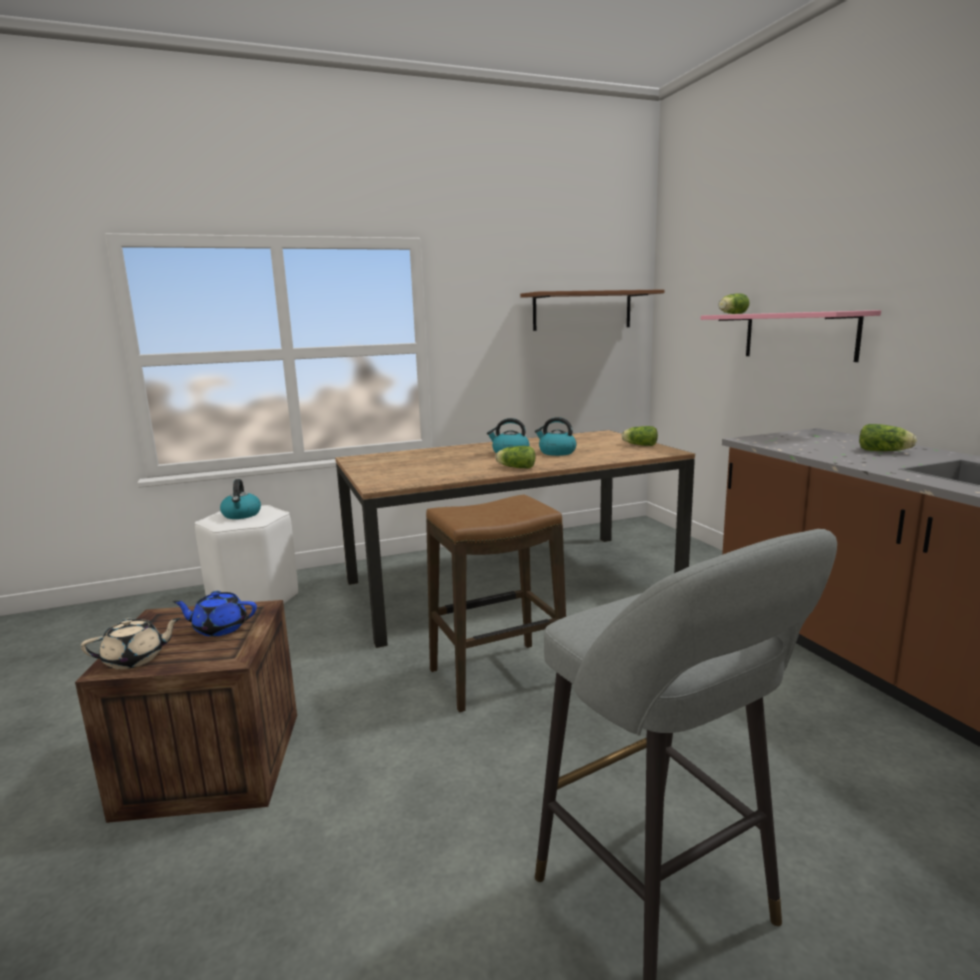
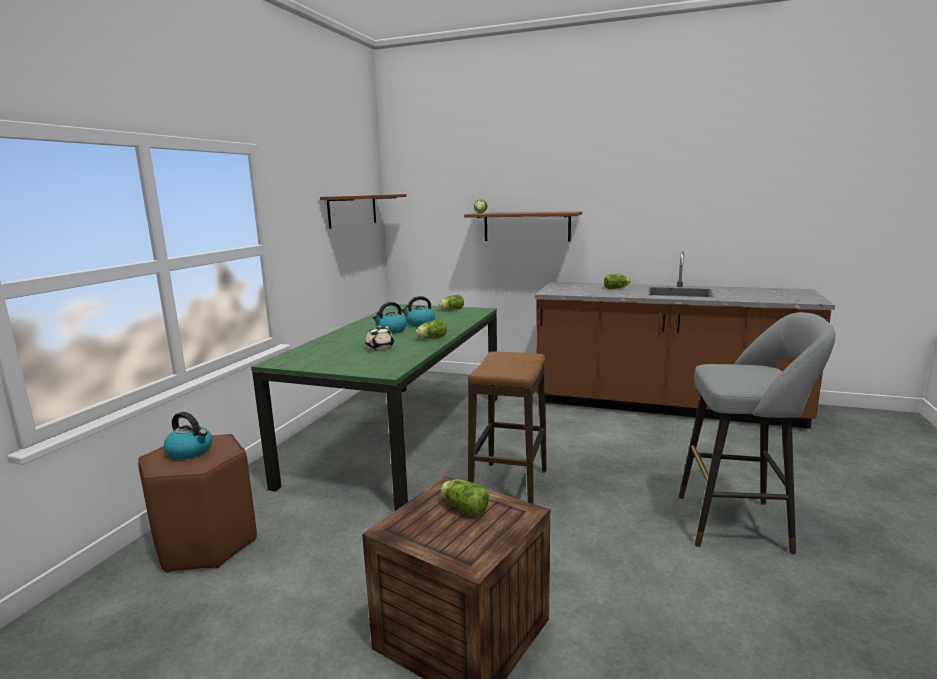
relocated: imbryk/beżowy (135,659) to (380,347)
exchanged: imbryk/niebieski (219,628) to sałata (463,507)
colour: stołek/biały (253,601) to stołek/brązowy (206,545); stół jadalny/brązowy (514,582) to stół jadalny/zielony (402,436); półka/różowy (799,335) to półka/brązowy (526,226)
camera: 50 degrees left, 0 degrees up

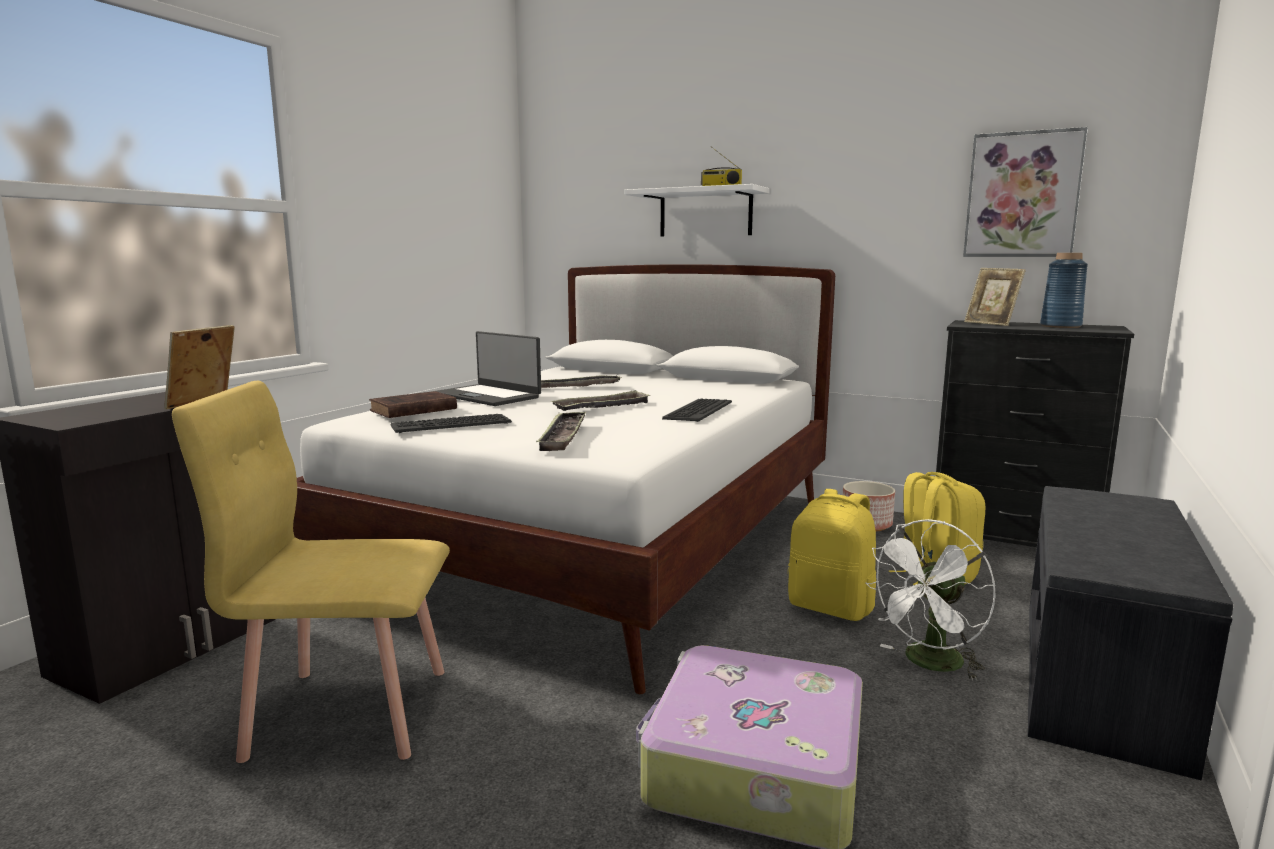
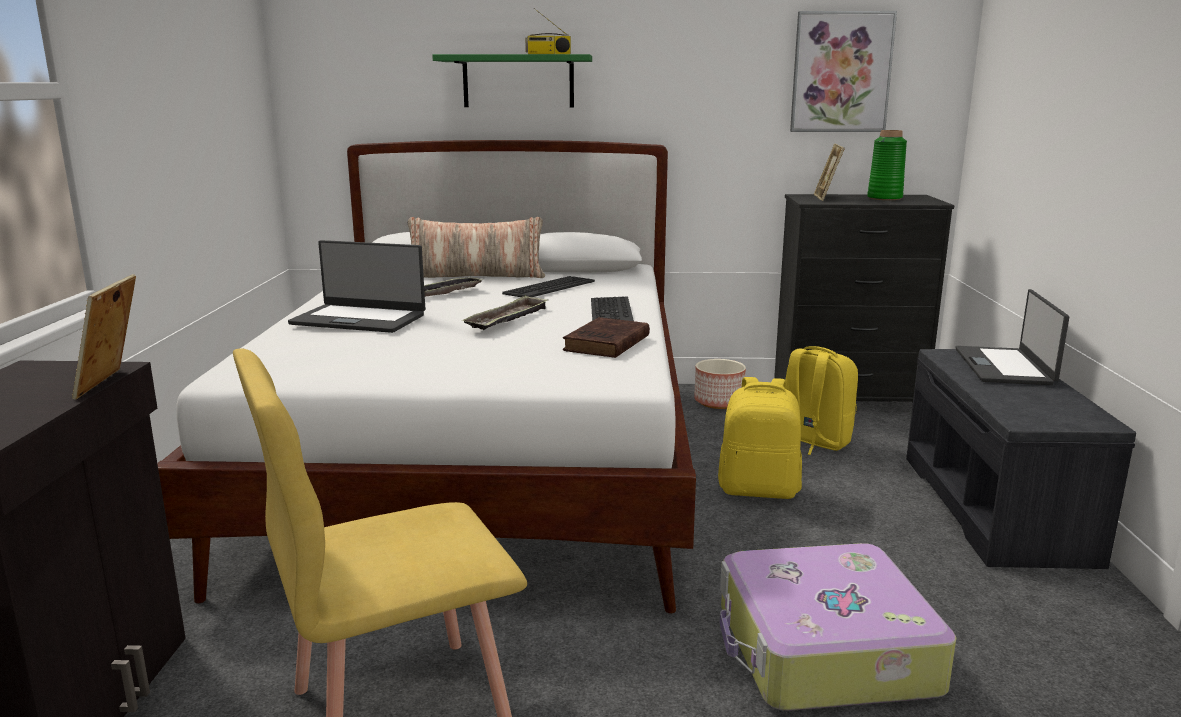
missing: taca (563,436); wentylator/biały (928,664)
appeared: poduszka (476,276); laptop (1005,366)
relocated: książka/brązowy (411,410) to (606,344); klawiatura (451,424) to (549,288)
colour: półka/biały (705,213) to półka/zielony (518,81); wazon/niebieski (1061,326) to wazon/zielony (885,198)
spun: ramka na zdjęcie (991,323) = (826,198) 60 degrees clockwise
camera: 25 degrees left, 5 degrees up

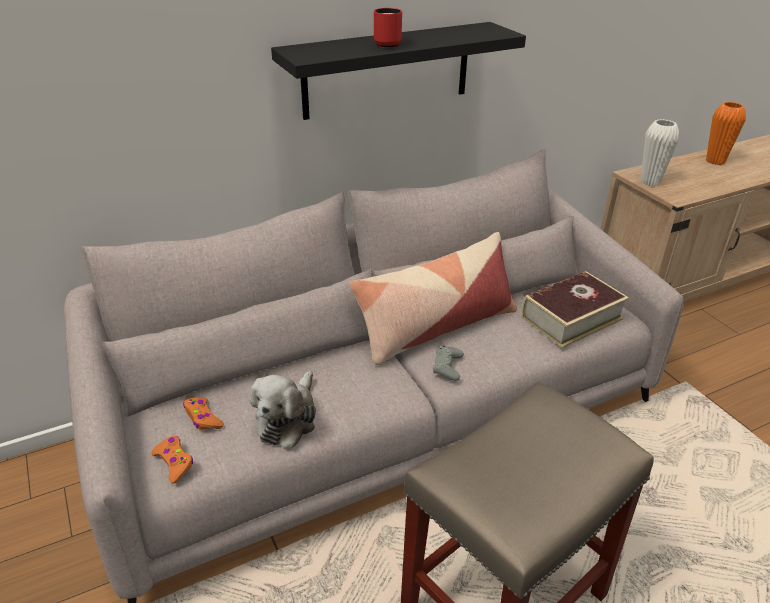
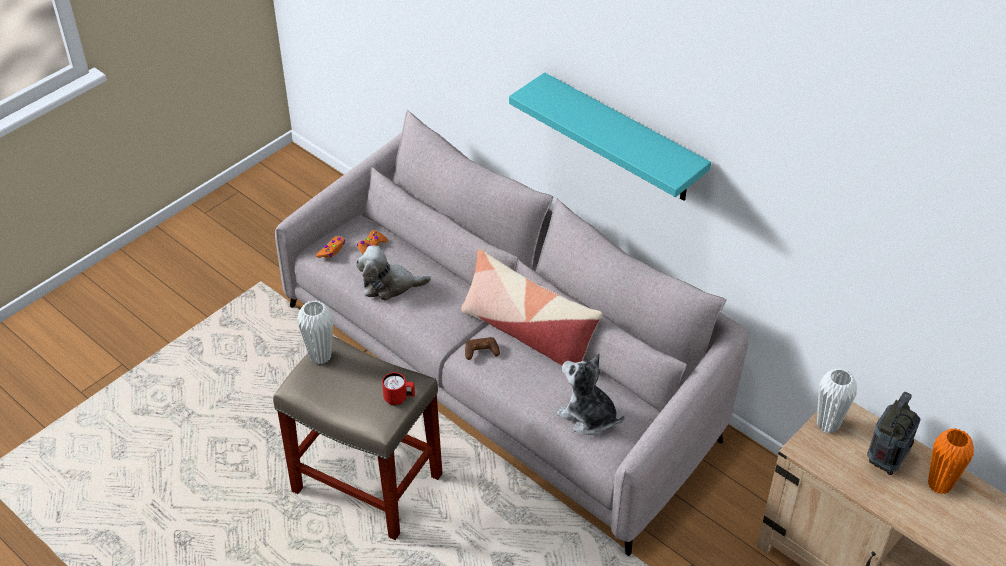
appeared: wazon/biały (320,356); radio (885,462)
relocated: kubek/czerwony (389,44) to (399,399)
exchanged: książka (571,318) to pluszak (588,417)
colour: półka/czarny (387,70) to półka/turkusowy (622,139); pad do gier/szary (447,367) to pad do gier/brązowy (481,351)
camera: 70 degrees right, 10 degrees up

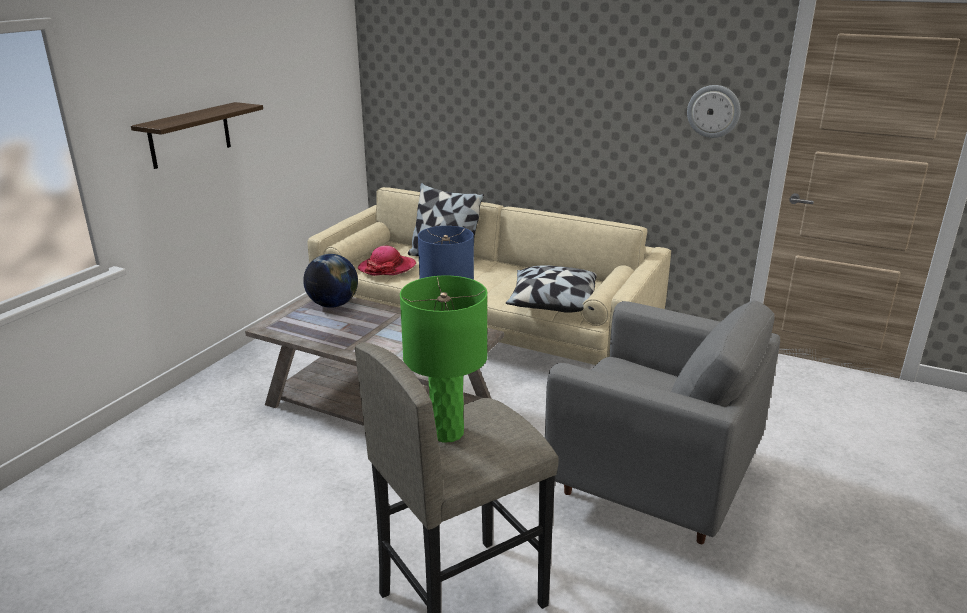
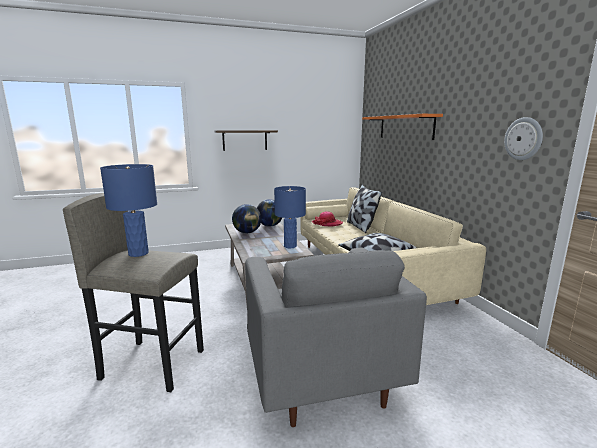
appeared: globus (247,232); półka/pomarańczowy (405,127)
colour: lampa stołowa/zielony (446,432) to lampa stołowa/niebieski (138,253)
camera: 45 degrees right, 10 degrees down

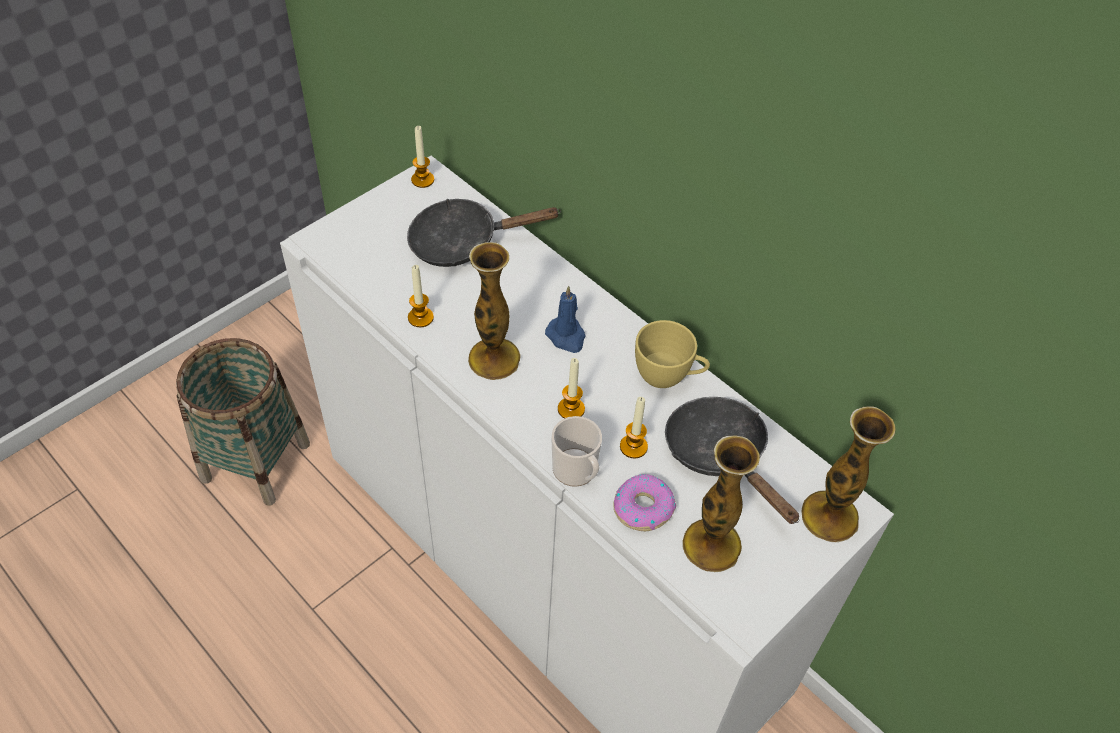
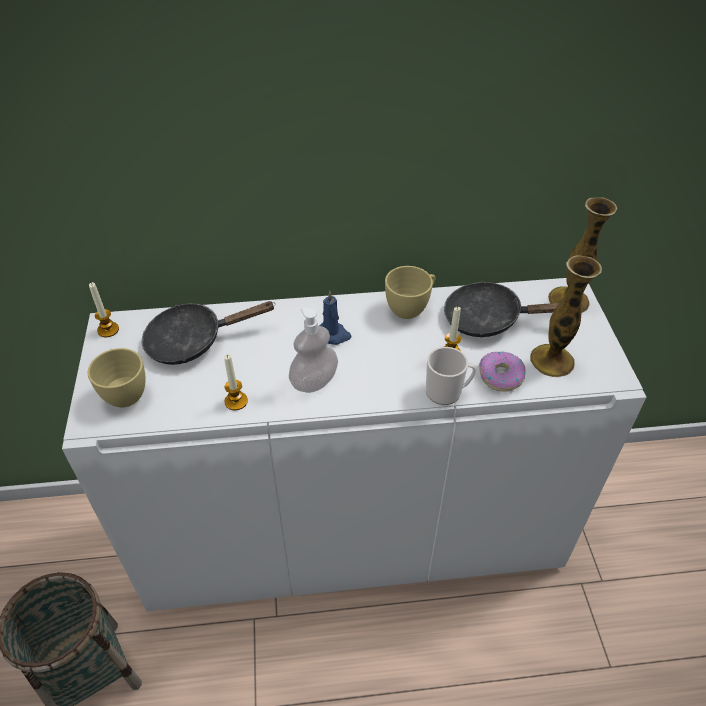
missing: świeca (571,409)
appeared: filiżanka/żółty (124,391)
exchanged: wazon (494,358) to dozownik mydła (314,381)
spun: patelnia/czarny (463,242) = (193,341) 45 degrees clockwise
camera: 50 degrees left, 5 degrees down

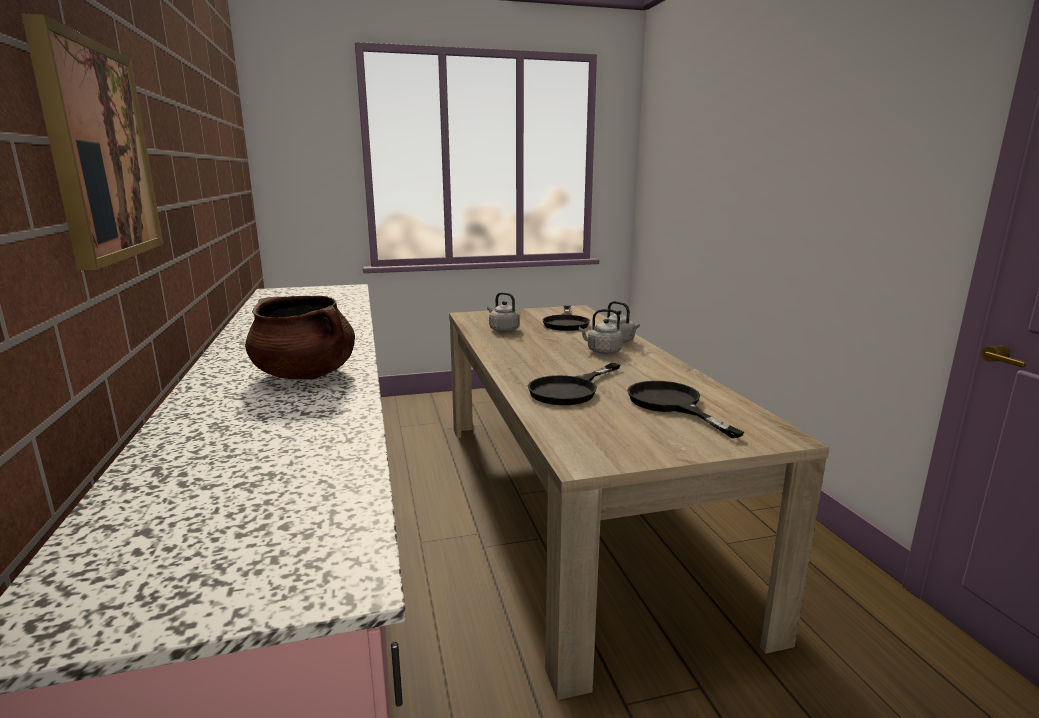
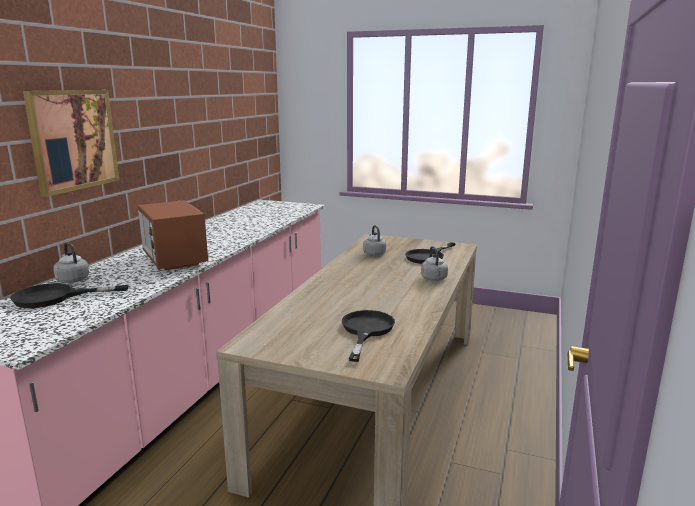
relocated: patelnia/czarny (570,390) to (55,297); czajnik/szary (602,351) to (72,279)
exchanged: garnek/brązowy (306,375) to mikrofalówka (174,260)
camera: 35 degrees right, 0 degrees up

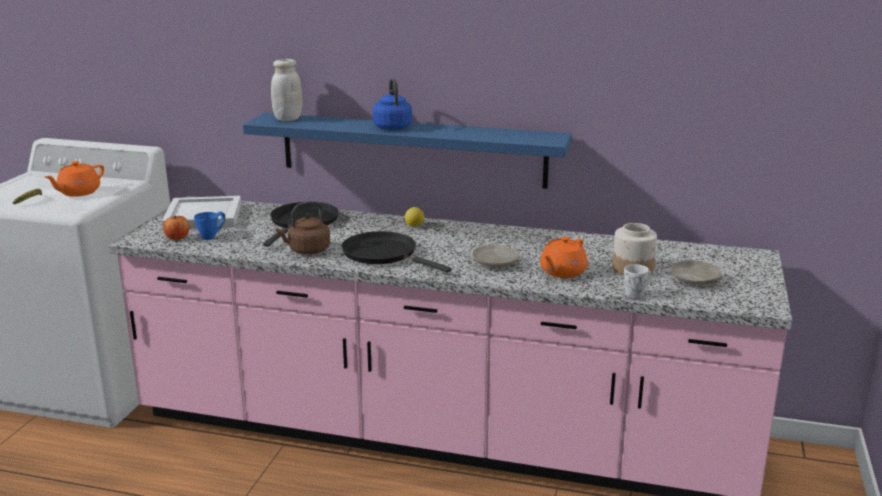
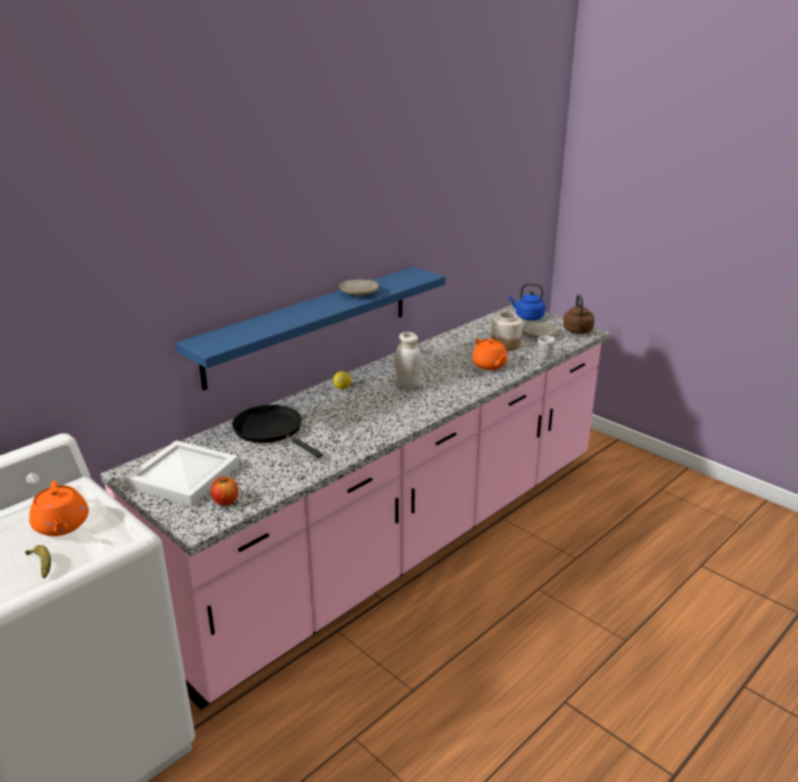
missing: kubek/niebieski (212,236); patelnia/czarny (384,254)
relocated: słoik/biały (288,119) to (408,384); czajnik/brązowy (307,251) to (578,331); czajnik/niebieski (392,127) to (527,317); talerz/beżowy (496,263) to (359,293)
camera: 60 degrees left, 5 degrees up

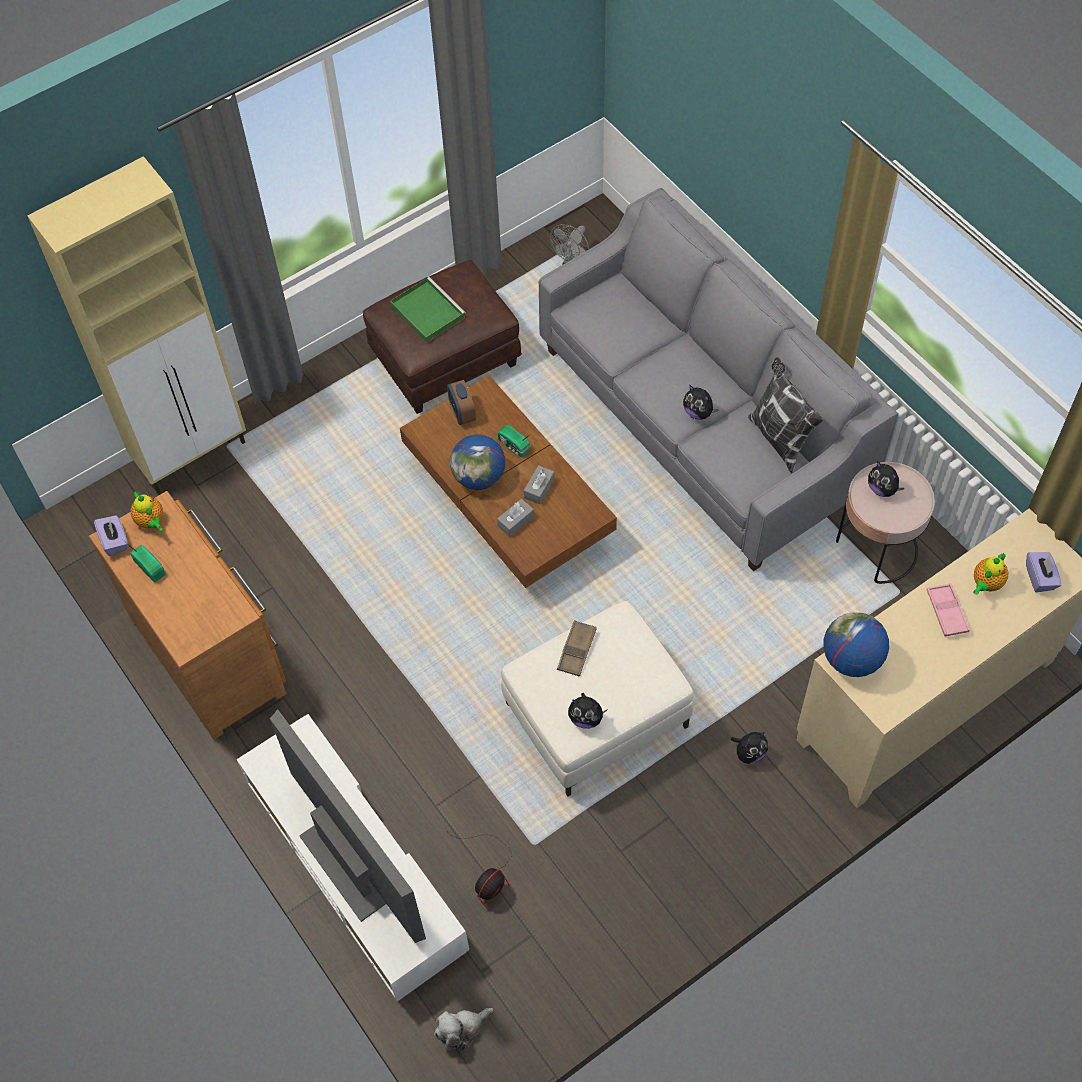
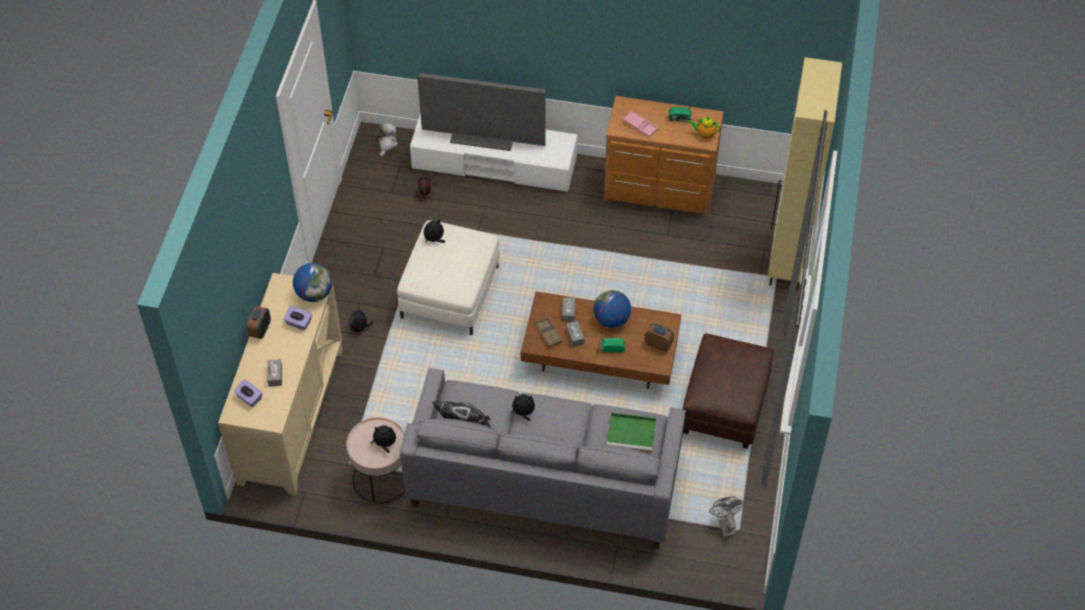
appeared: budzik (261,330)
relocated: pudełko chusteczek/fioletowy (115,541) to (298,323); taca/zielony (426,311) to (632,433); taca/brązowy (576,650) to (548,333); taca/różowy (946,612) to (640,126)
exchanged: imbryk (986,584) to pudełko chusteczek/szary (275,375)
camera: 135 degrees right, 5 degrees down

